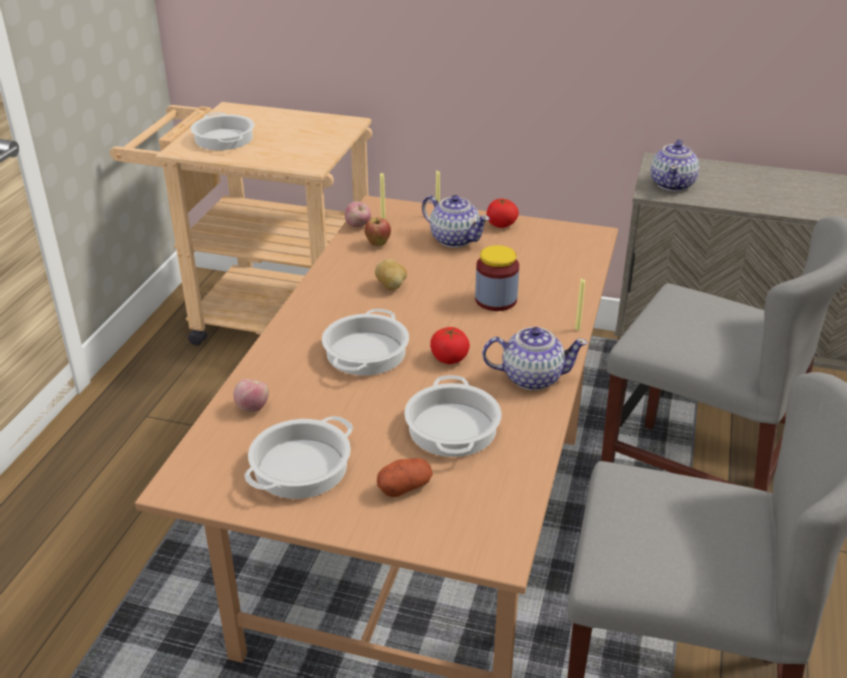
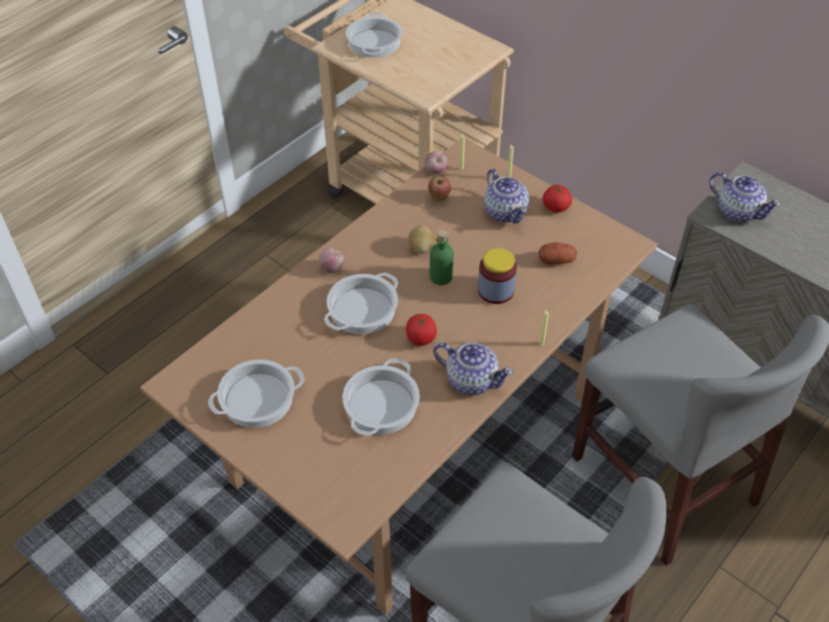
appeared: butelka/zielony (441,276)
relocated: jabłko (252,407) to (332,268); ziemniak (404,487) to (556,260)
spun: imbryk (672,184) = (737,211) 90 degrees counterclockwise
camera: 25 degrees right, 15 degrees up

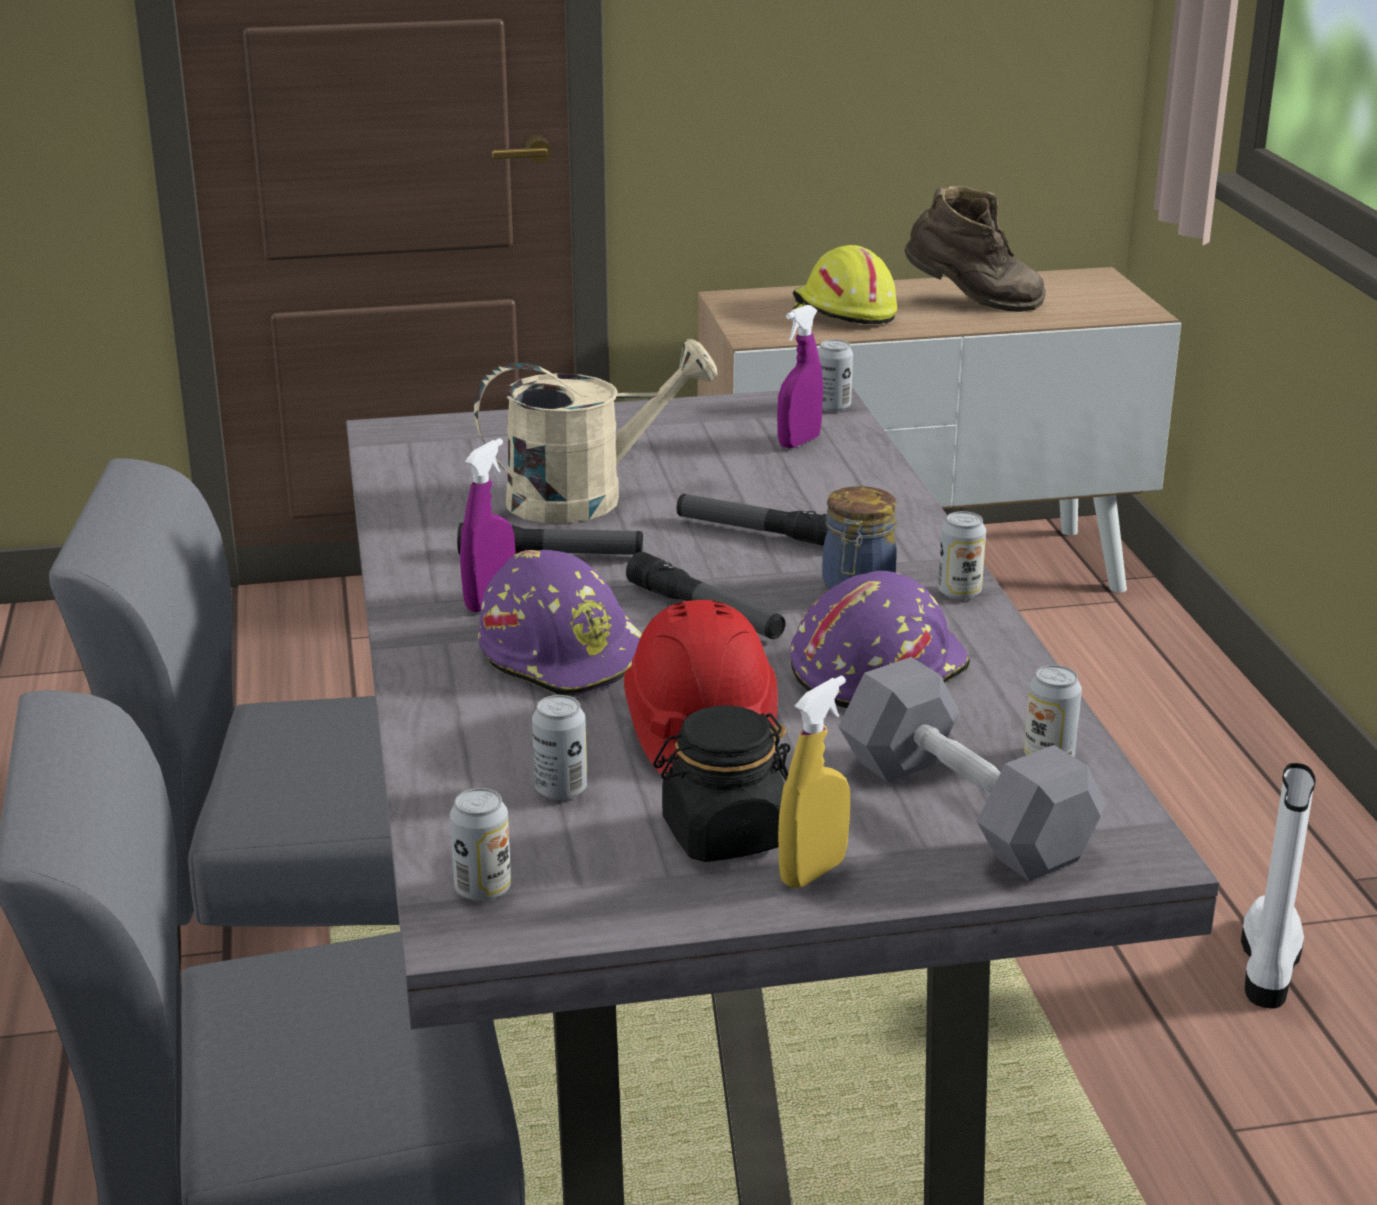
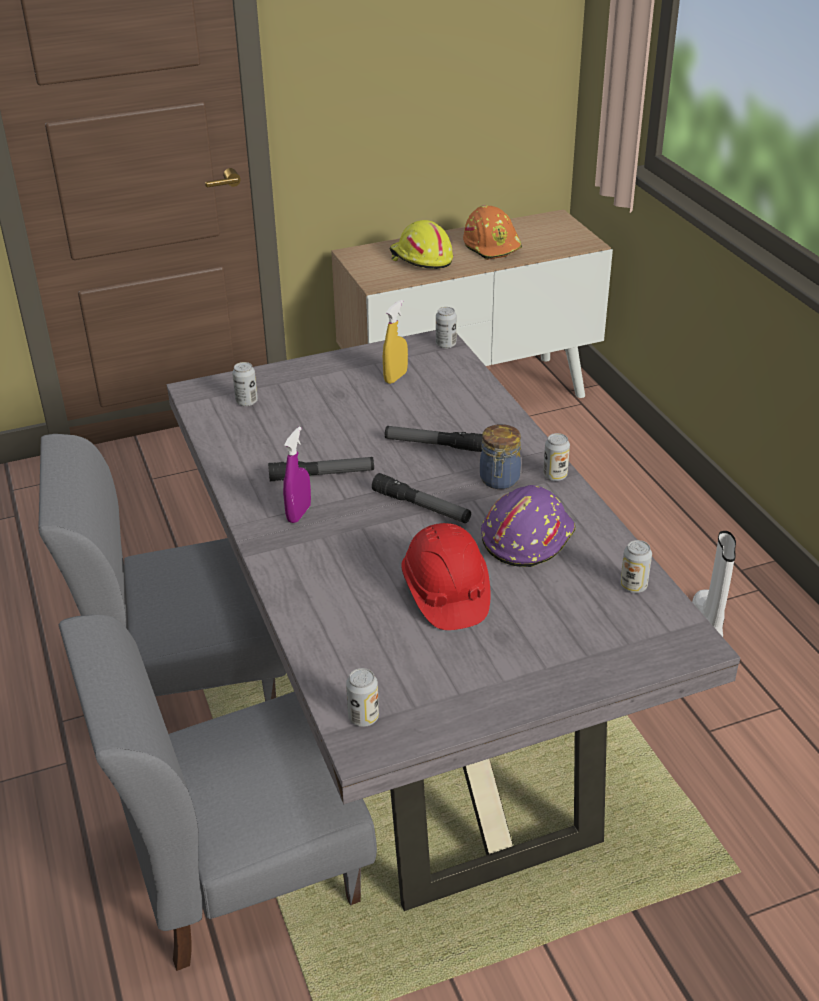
missing: konewka/beżowy (586,497); kask/fioletowy (564,654); słoik/czarny (723,835); spryskiwacz/fioletowy (799,442); hantel/szary (964,809)
relocated: puszka (561,789) to (246,402); spryskiwacz/żółty (813,872) to (395,377)
exchanged: but z cholewką/brązowy (972,303) to kask/pomarańczowy (493,245)
camera: 10 degrees left, 10 degrees up

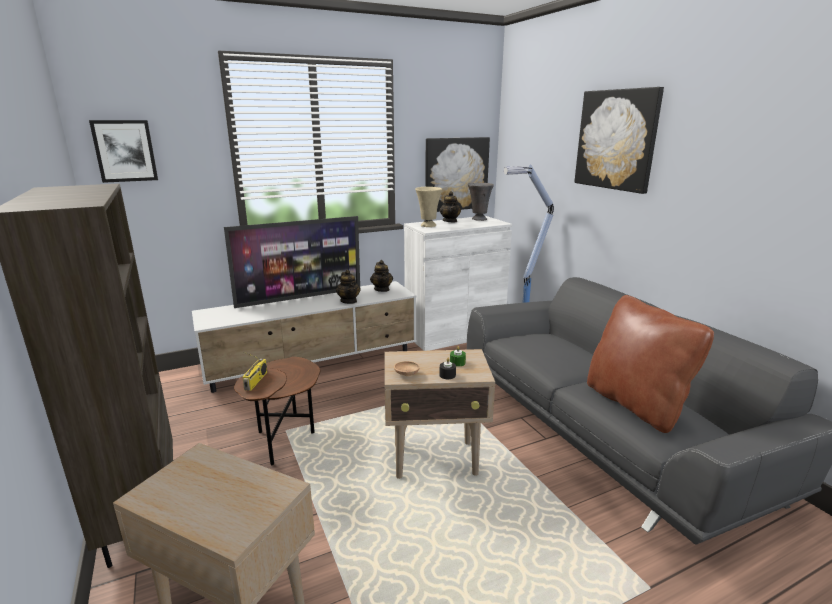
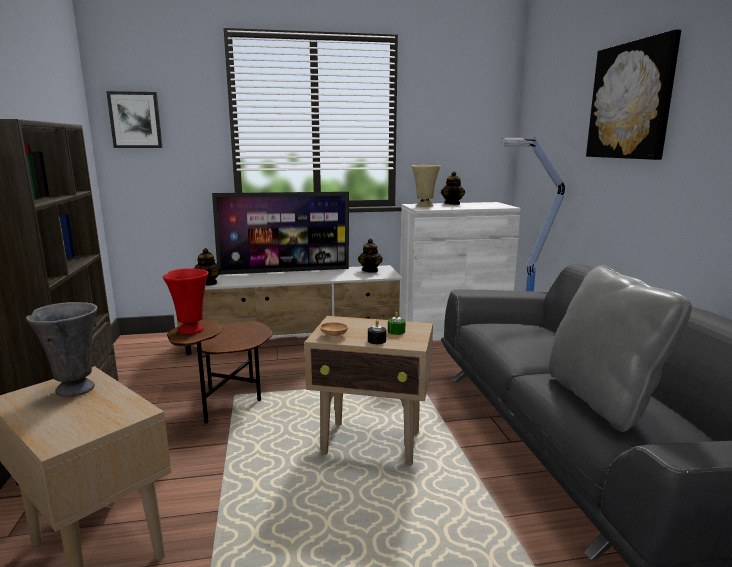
missing: obraz (456,174)
relocated: imbryk (349,301) to (208,283); wazon/szary (478,219) to (75,389)
exchanged: radio (256,381) to wazon/czerwony (191,330)
colour: poduszka/brązowy (635,404) to poduszka/szary (601,399)
camera: 15 degrees right, 5 degrees down

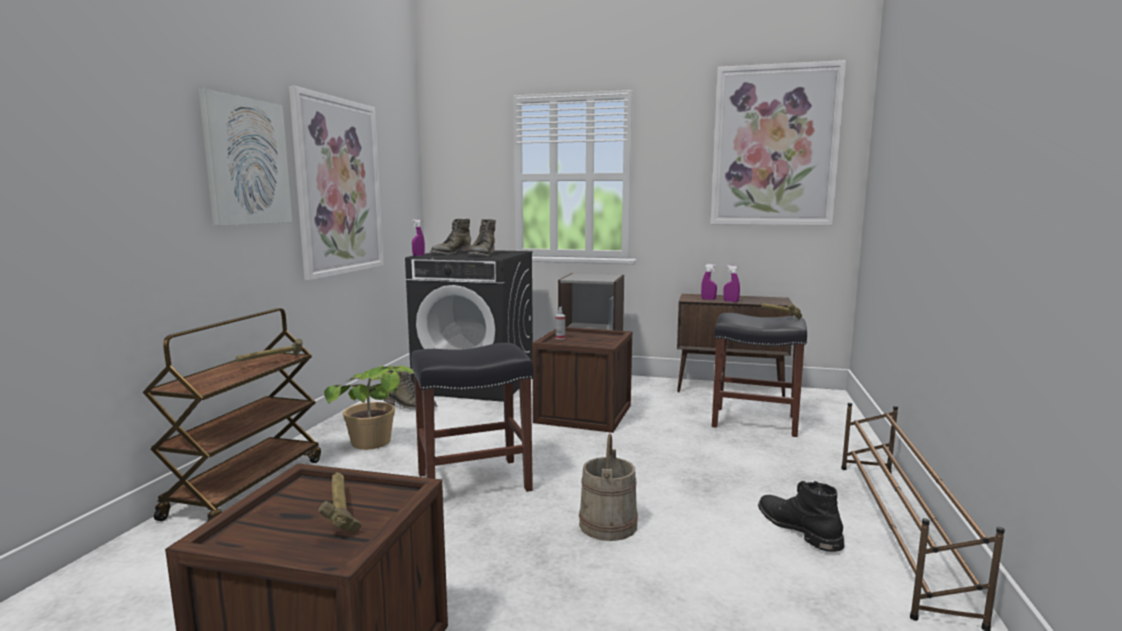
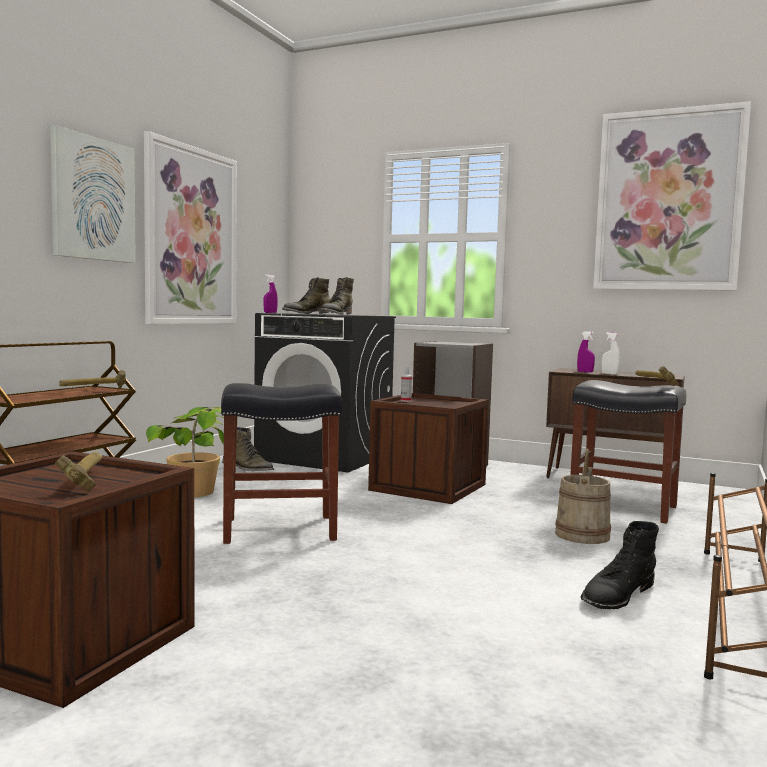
relocated: wiadro/beżowy (608,525) to (582,535)
colour: spryskiwacz/fioletowy (731,301) to spryskiwacz/biały (609,374)
spun: but z cholewką/czarny (798,528) = (617,595) 120 degrees counterclockwise
camera: 10 degrees right, 5 degrees down

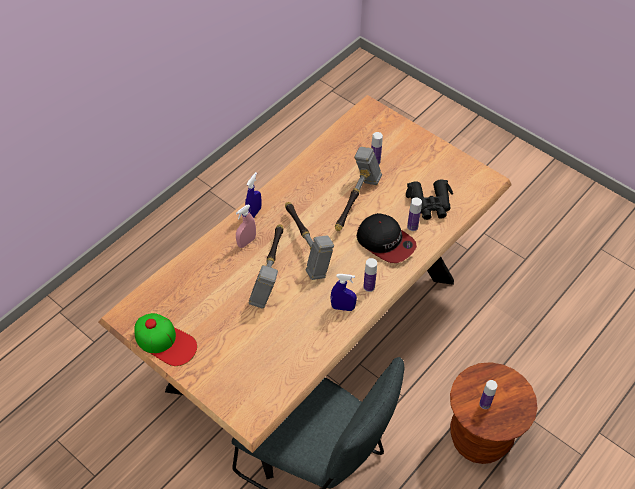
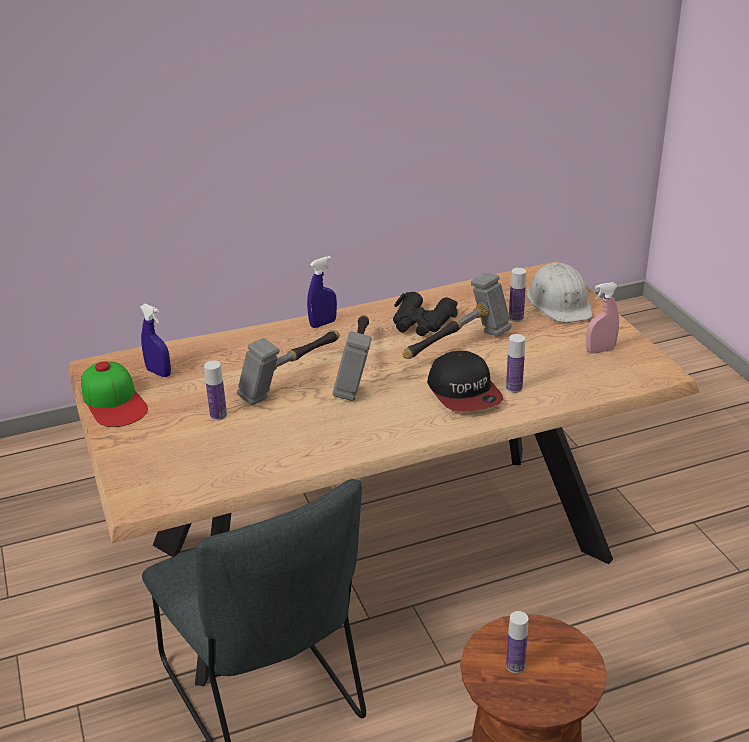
appeared: kask/biały (560,303)
relocated: spryskiwacz/różowy (246,242) to (600,350); spryskiwacz/niebieski (343,307) to (159,373); butelka (369,287) to (218,415); lornetka/czarny (430,204) to (421,323)
camera: 30 degrees right, 20 degrees down

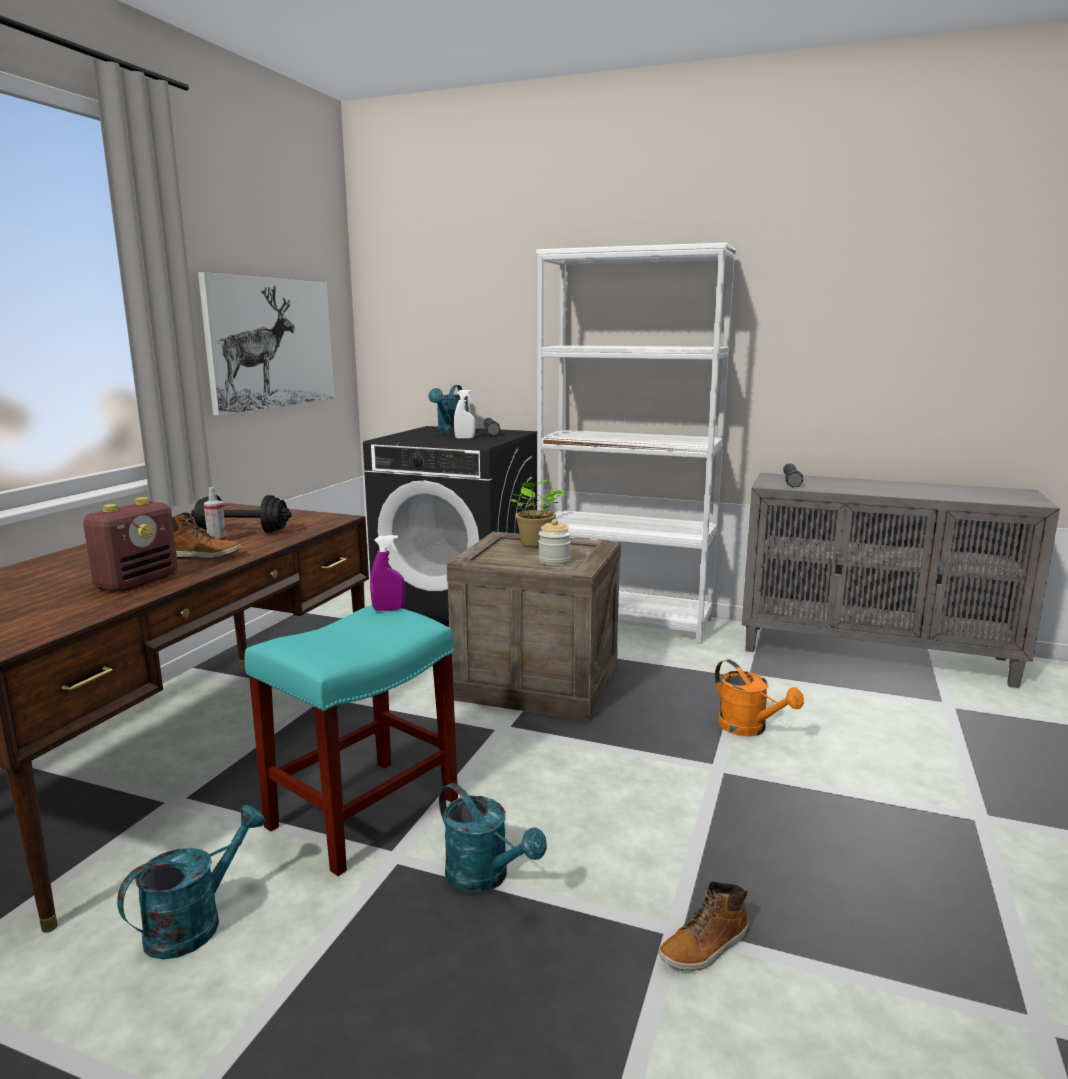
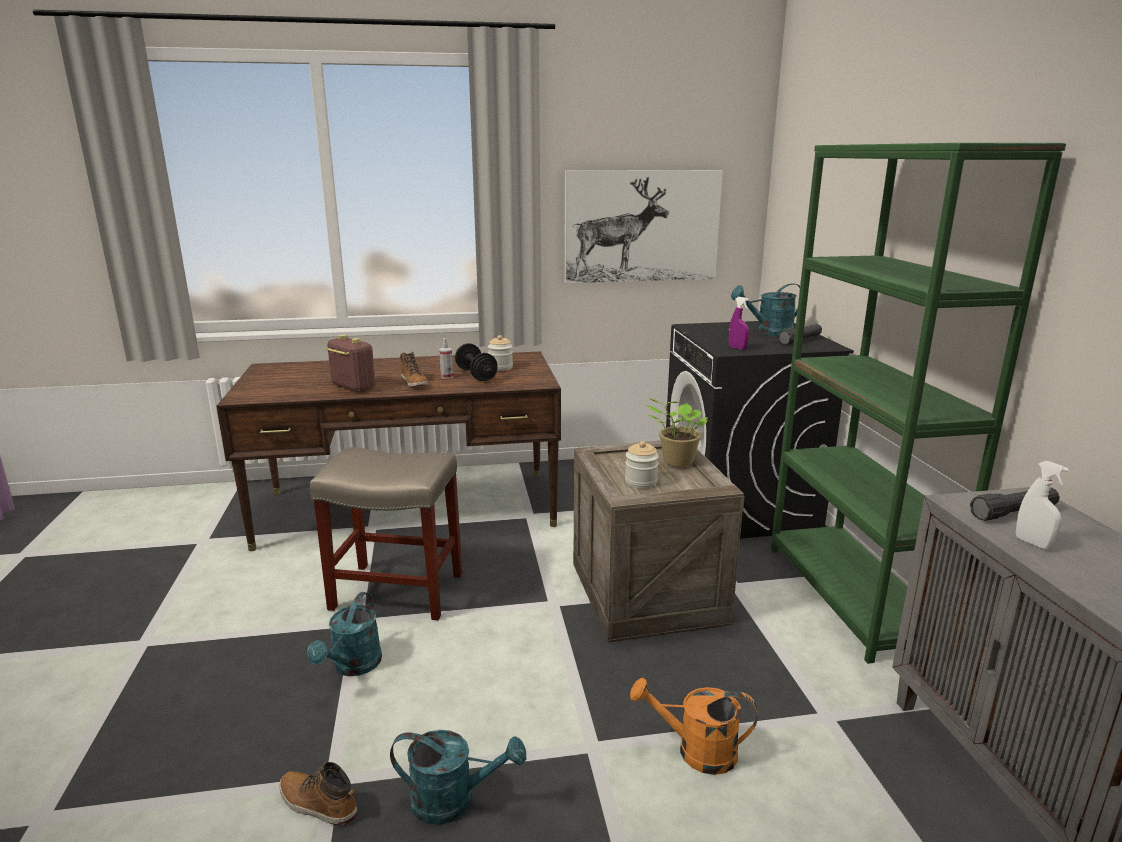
appeared: słoik (500,367)
relocated: konewka/turkusowy (195,922) to (454,800); spryskiwacz/fioletowy (388,609) to (737,348); spryskiwacz/biały (464,438) to (1033,543)
colour: stołek/turkusowy (362,814) to stołek/beżowy (395,591); regał/biały (625,620) to regał/zielony (851,596)
spun: radio (138,582) = (353,387) 135 degrees counterclockwise; konewka/pomarańczowy (749,729) = (696,751) 75 degrees clockwise
camera: 60 degrees right, 5 degrees up

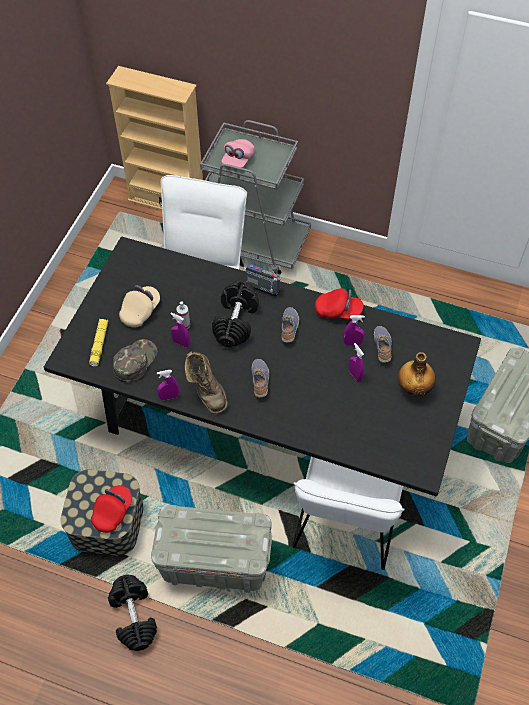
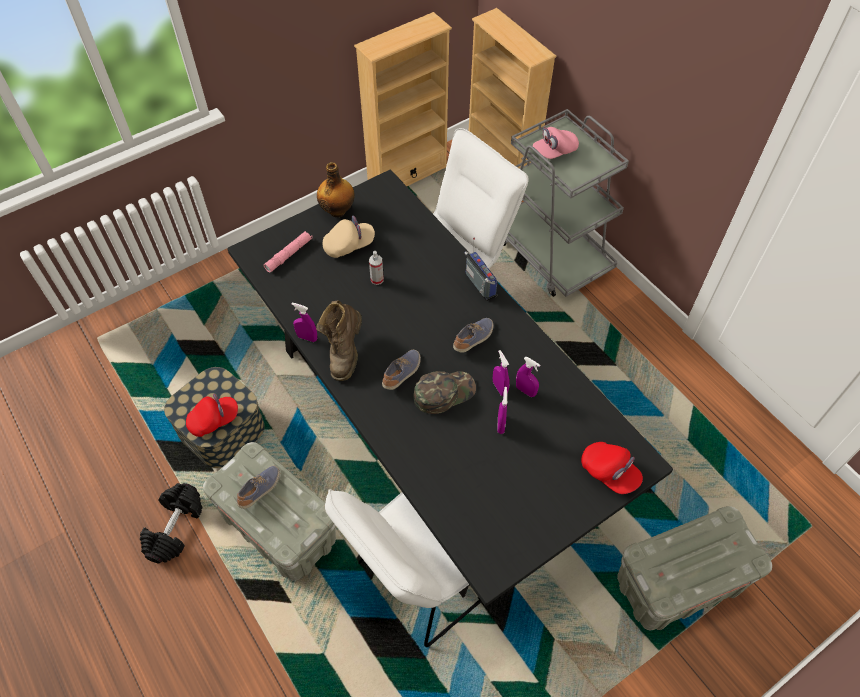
missing: hantel/czarny (236,322)
appeared: regał/beżowy (407,175)
relocated: czapka z daszkiem/zielony (135,361) to (444,392); spryskiwacz/fioletowy (181,343) to (499,388); czapka z daszkiem/czerwony (338,311) to (609,472); but (382,347) to (260,490); butelka (414,389) to (338,210)
colour: latarka/żółty (99,344) to latarka/różowy (289,254)
camera: 35 degrees right, 0 degrees up

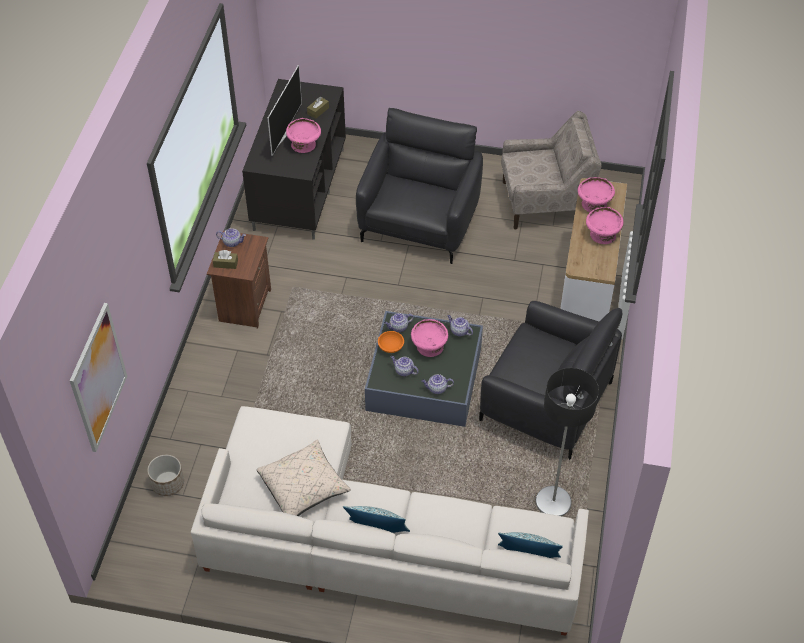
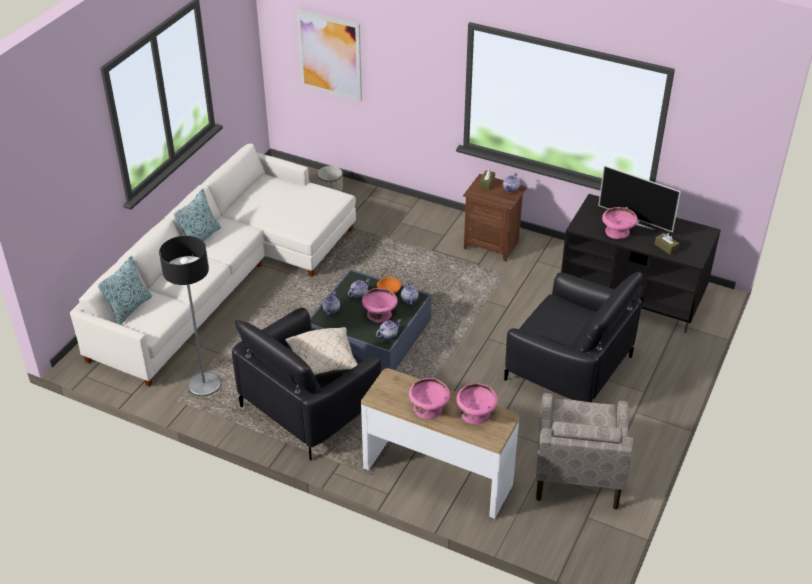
relocated: poduszka/beżowy (304,487) to (323,363)
camera: 105 degrees right, 10 degrees down

